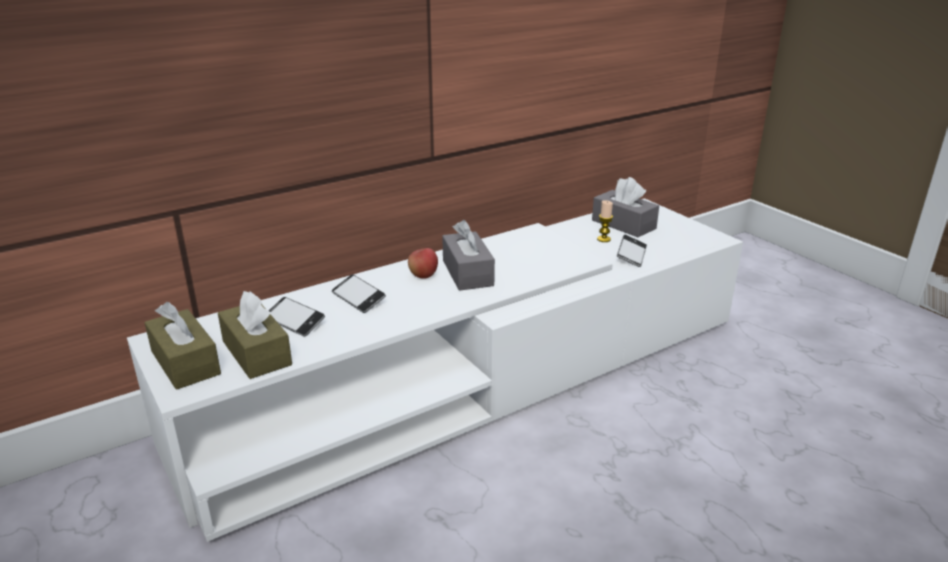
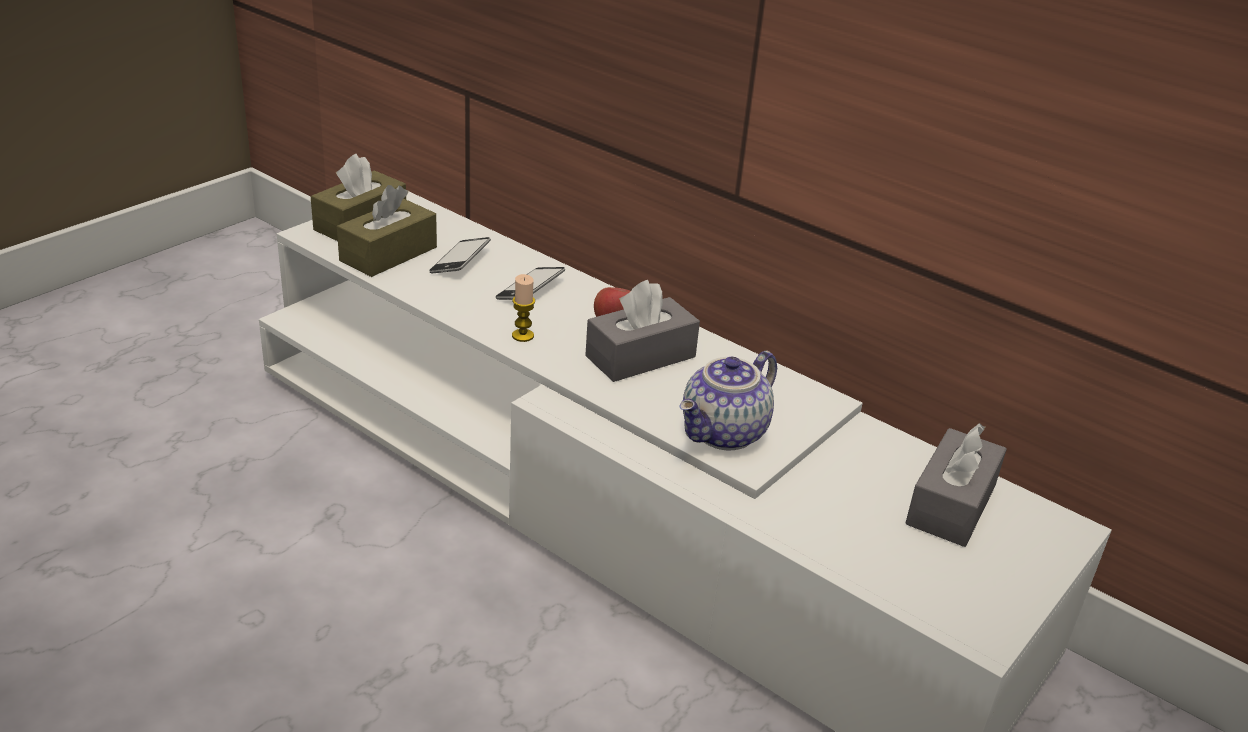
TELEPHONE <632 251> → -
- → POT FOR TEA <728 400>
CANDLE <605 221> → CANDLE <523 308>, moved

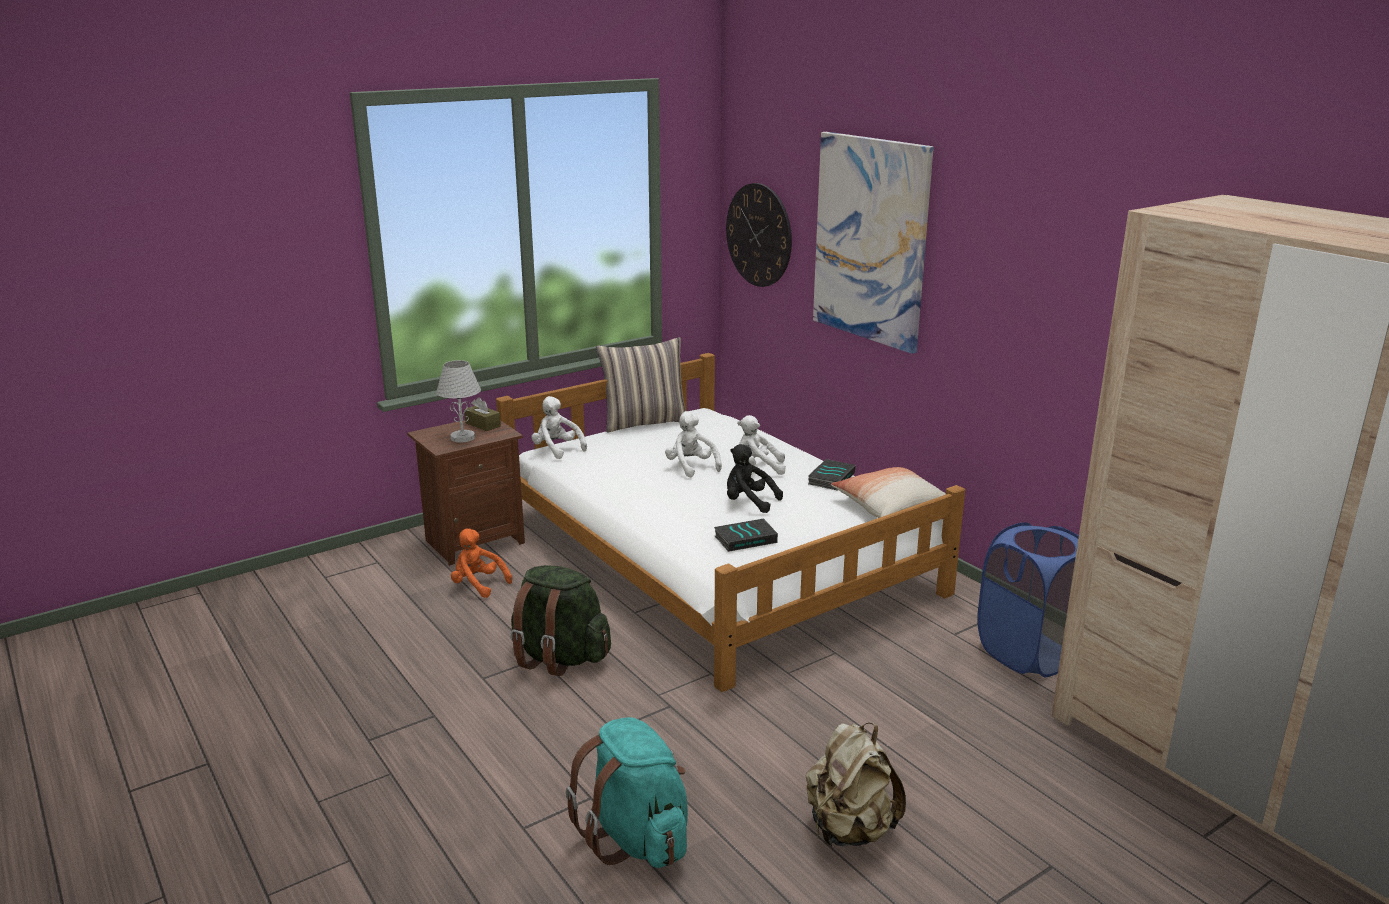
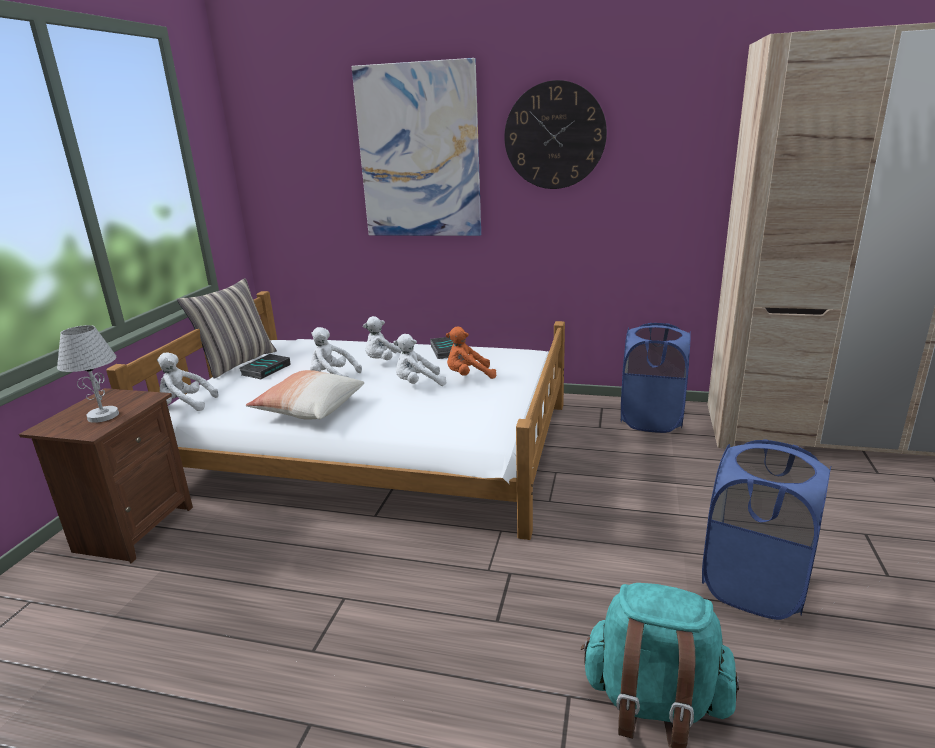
BROWNISH TISSUE HOLDER <482 414> → -
GREEN-COLOURED KNAPSACK <560 620> → -
ORANGE CUDDLY TOY <481 563> → ORANGE CUDDLY TOY <471 353>, moved
VOLUME <746 535> → VOLUME <265 366>, moved
CLOCK ON THE WALL <759 235> → CLOCK ON THE WALL <555 134>, moved
THROW PILLOW <888 492> → THROW PILLOW <305 394>, moved
SAND-COLOURED KNAPSACK <856 784> → BLUISH WASHING BASKET <766 529>
BLACKISH CUDDLY TOY <755 478> → WHITISH CUDDLY TOY <419 360>

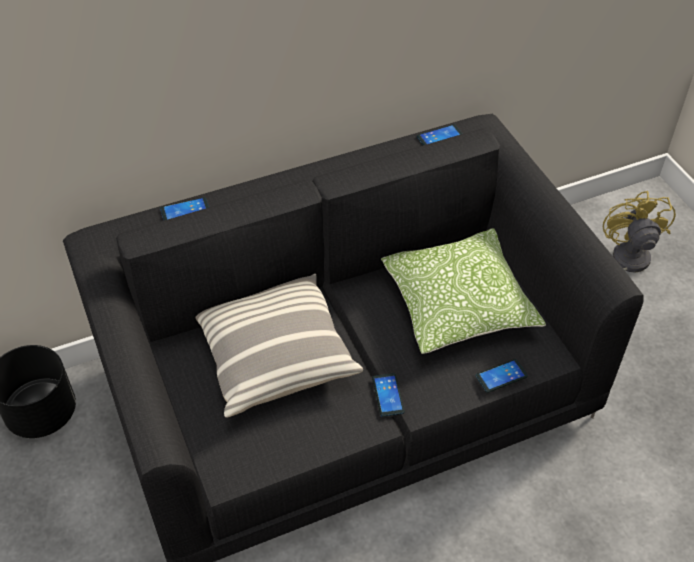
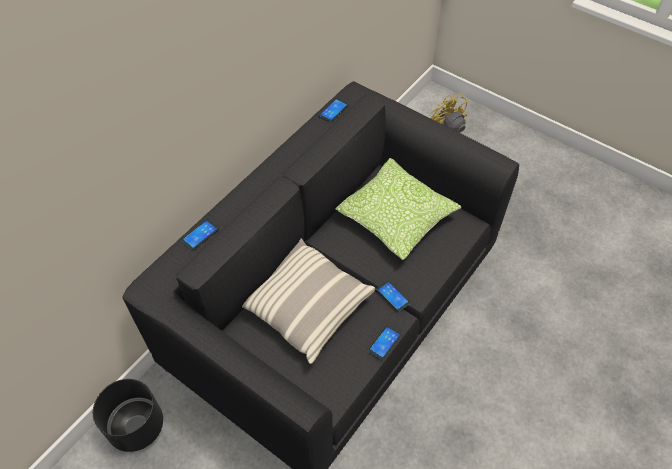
TELEPHONE <502 376> → TELEPHONE <385 342>, moved

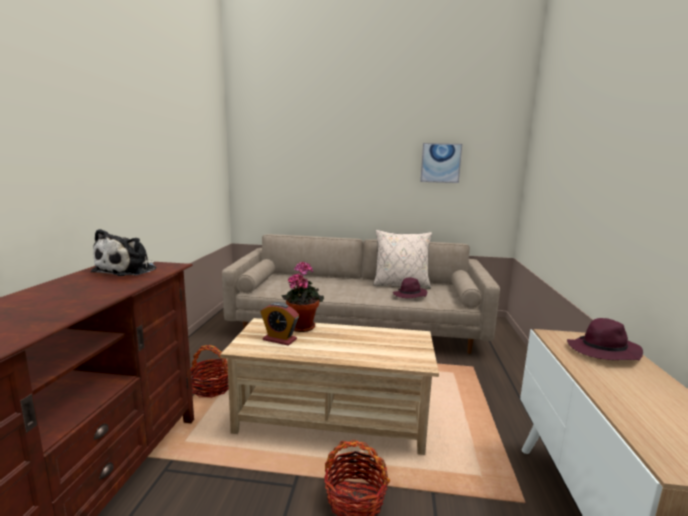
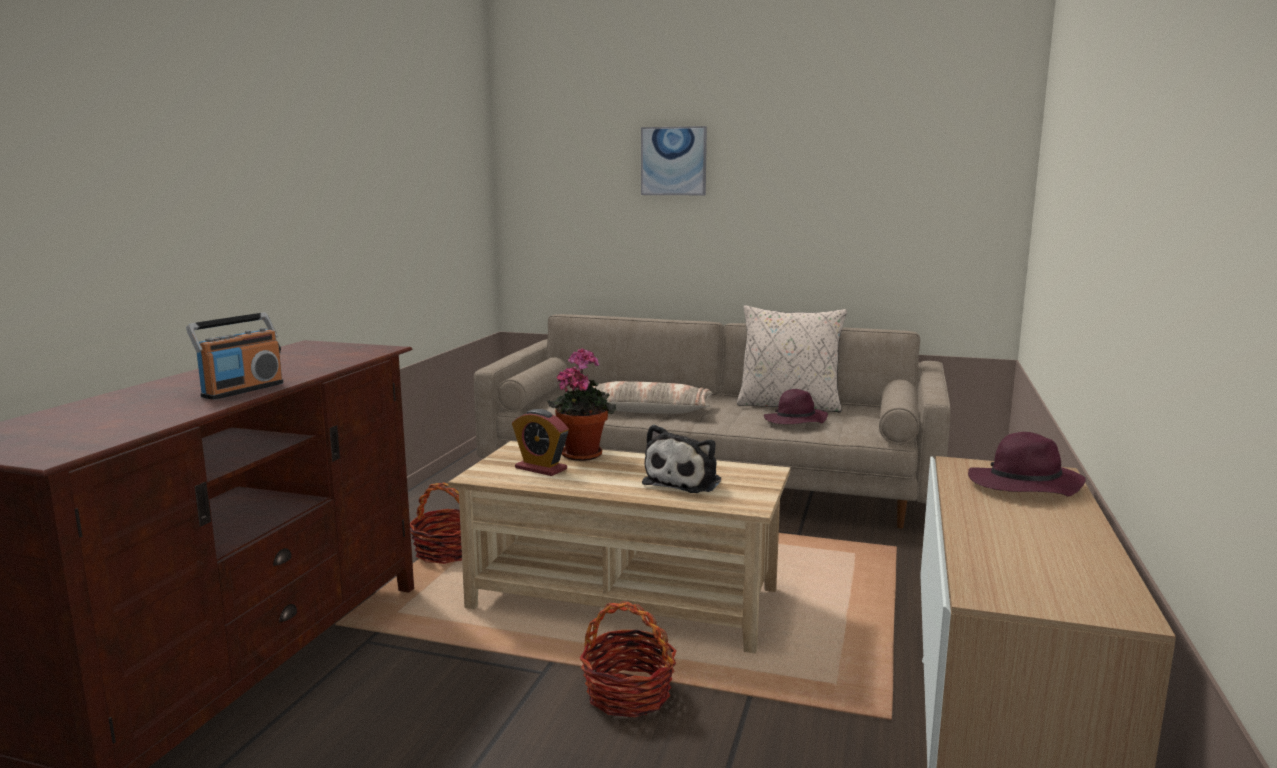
- → RADIO RECEIVER <235 356>
- → THROW PILLOW <652 397>
CUDDLY TOY <123 252> → CUDDLY TOY <681 459>, moved
WALL ART <441 163> → WALL ART <674 160>, moved

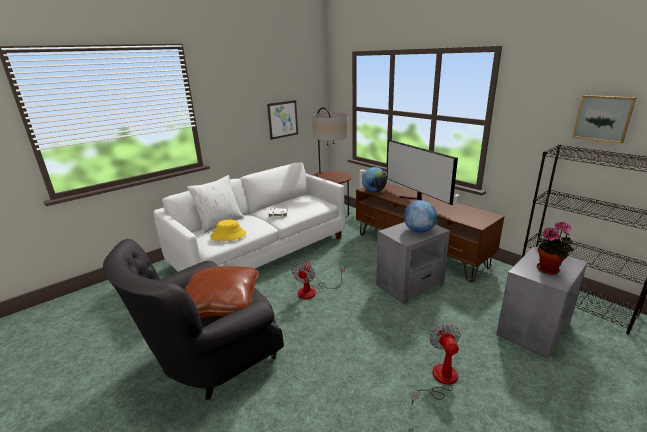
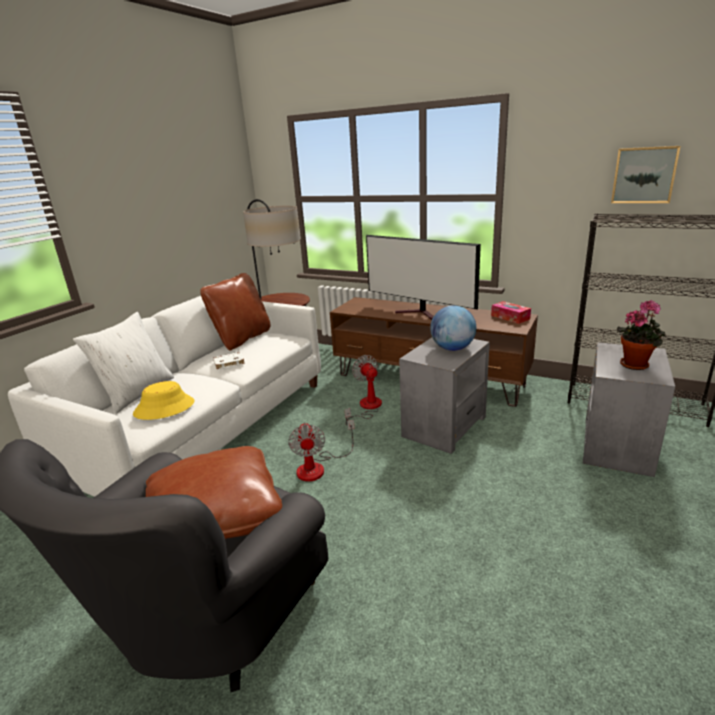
WALL ART <282 120> → -
GLOBE <374 179> → -
- → BROWNISH THROW PILLOW <235 312>
- → TISSUE HOLDER <511 312>
COOLING FAN <436 364> → COOLING FAN <363 390>, moved

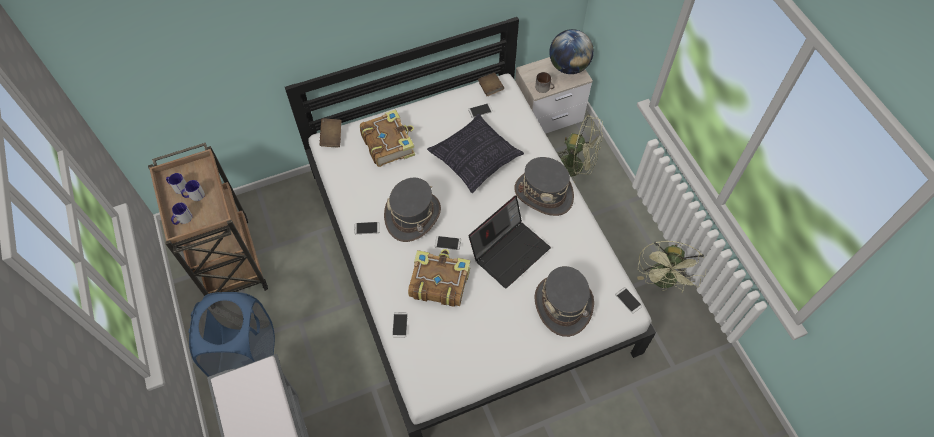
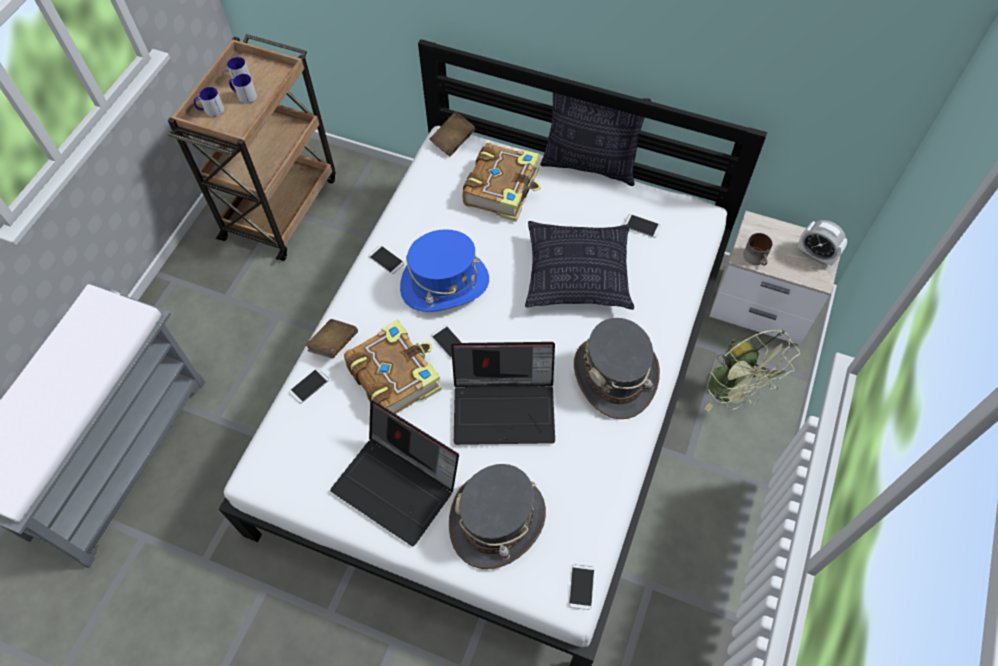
BLUISH WASHING BASKET <232 334> → -
GREEN-COLOURED COOLING FAN <671 267> → -
- → NOTEBOOK COMPUTER <394 473>
- → THROW PILLOW <595 139>
BROWNISH VOLUME <491 84> → BROWNISH VOLUME <332 338>, moved
GLOBE <571 51> → TABLE CLOCK <822 243>
GRAY CLOTHING HAT <412 209> → BLUISH CLOTHING HAT <444 270>

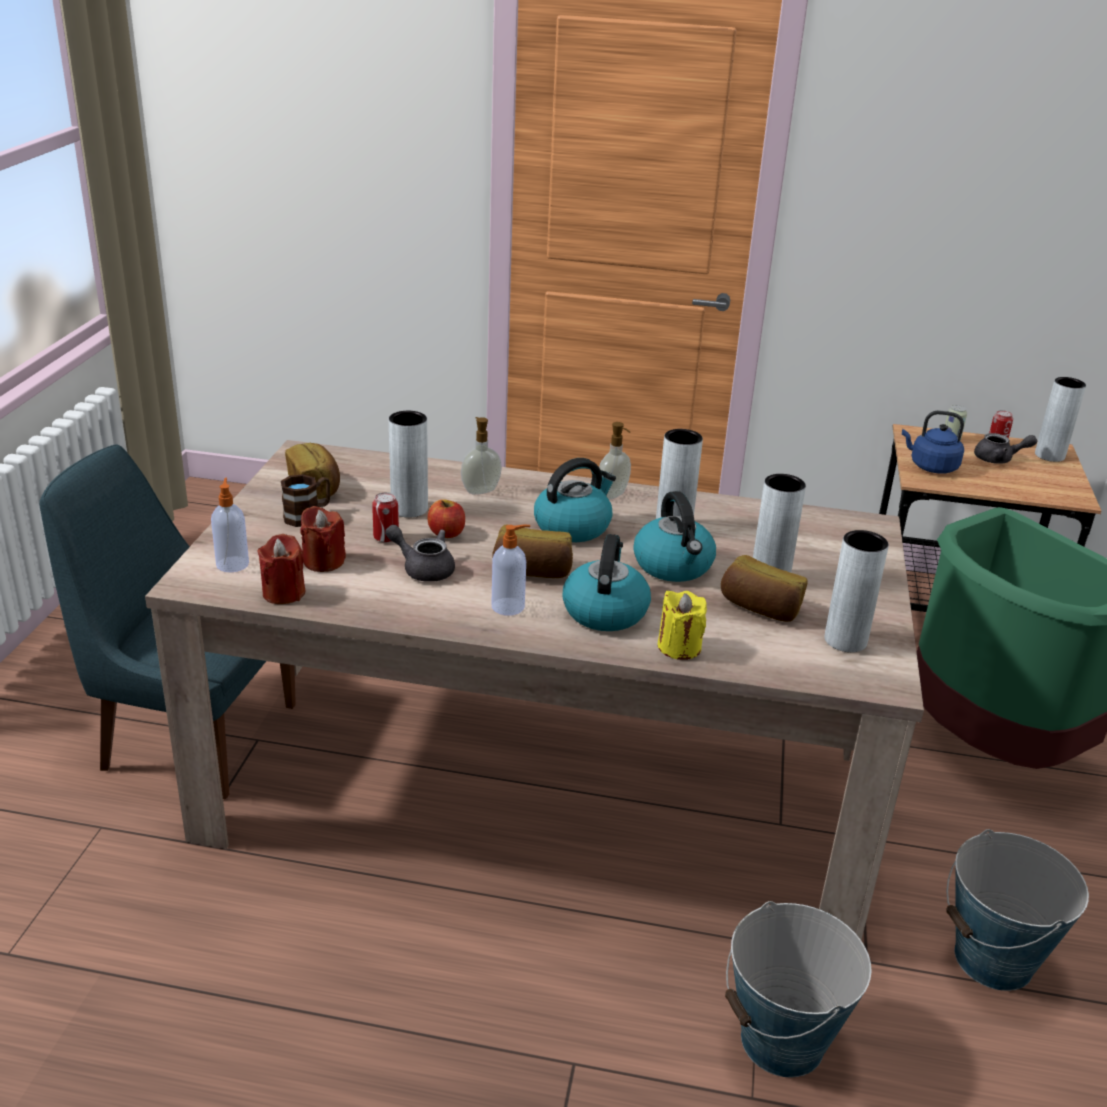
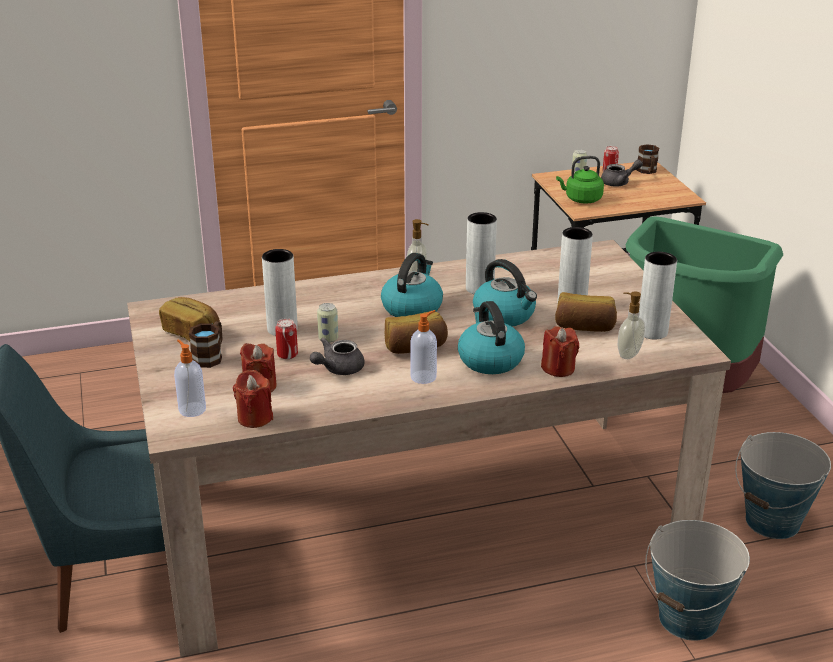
SOAP DISPENSER <481 456> → SOAP DISPENSER <631 325>, moved
WHOLE APPLE <446 518> → METAL CAN <327 323>
GRAY FLOWER VASE <1060 419> → BROWNISH COFFEE MUG <648 159>
YELLOW CANDLE <682 625> → RED CANDLE <560 351>
BLUISH KETTLE <933 442> → GREEN-COLOURED KETTLE <580 179>
GRAY POT FOR TEA <420 553> → GRAY POT FOR TEA <337 356>, 45 degrees counterclockwise

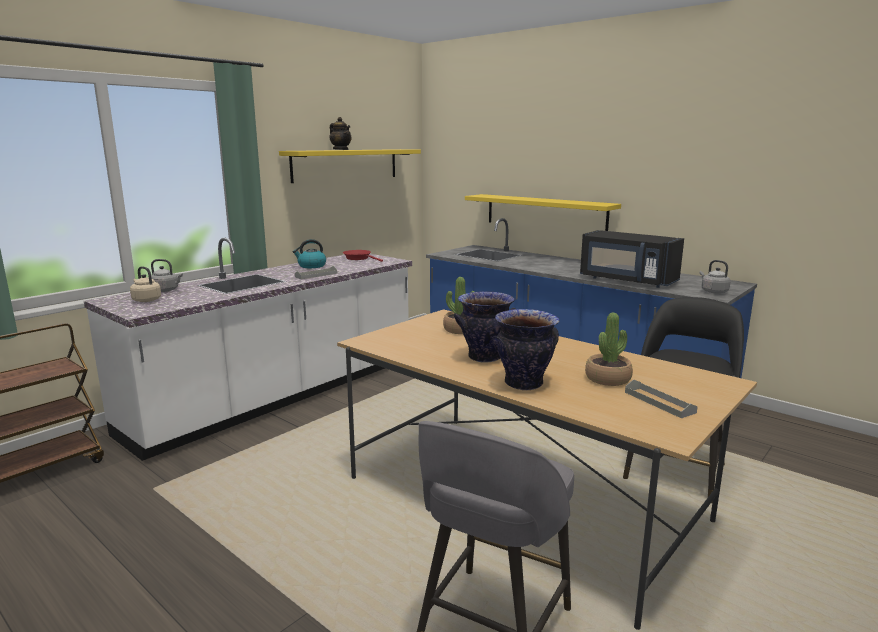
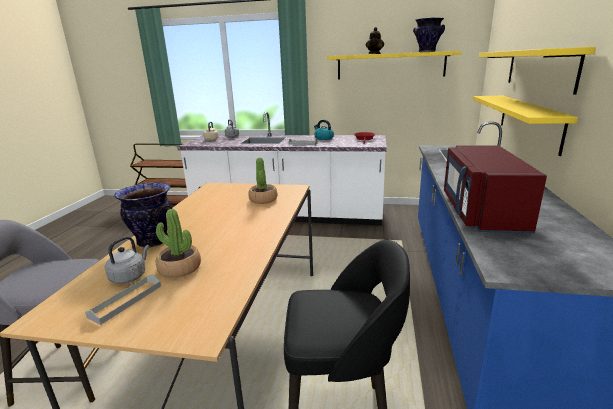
- → YELLOW BRACKET SHELF <537 71>
FLOWER VASE <485 326> → FLOWER VASE <429 35>, moved
GRAY KETTLE <715 277> → GRAY KETTLE <127 260>, moved
BLACKISH KITCHEN MICROWAVE <632 259> → RED KITCHEN MICROWAVE <495 189>

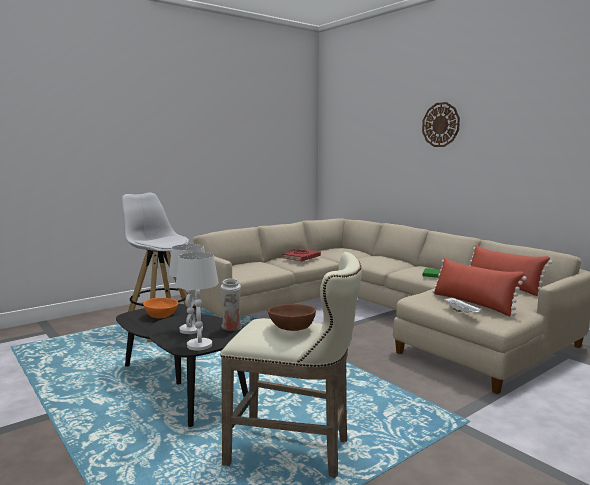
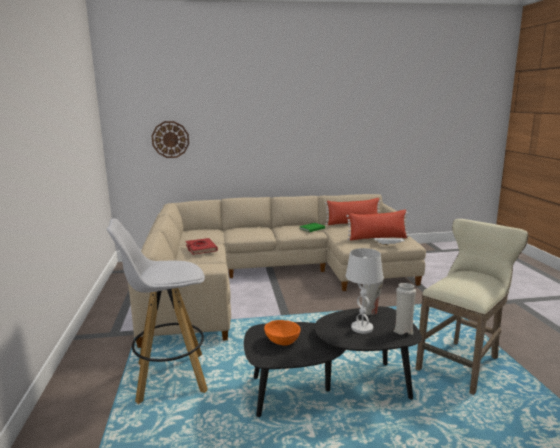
BROWNISH BOWL <292 317> → -
CLOCK ON THE WALL <441 124> → CLOCK ON THE WALL <170 139>, moved
WHITISH TABLE LAMP <197 301> → WHITISH FLOWER VASE <405 309>

